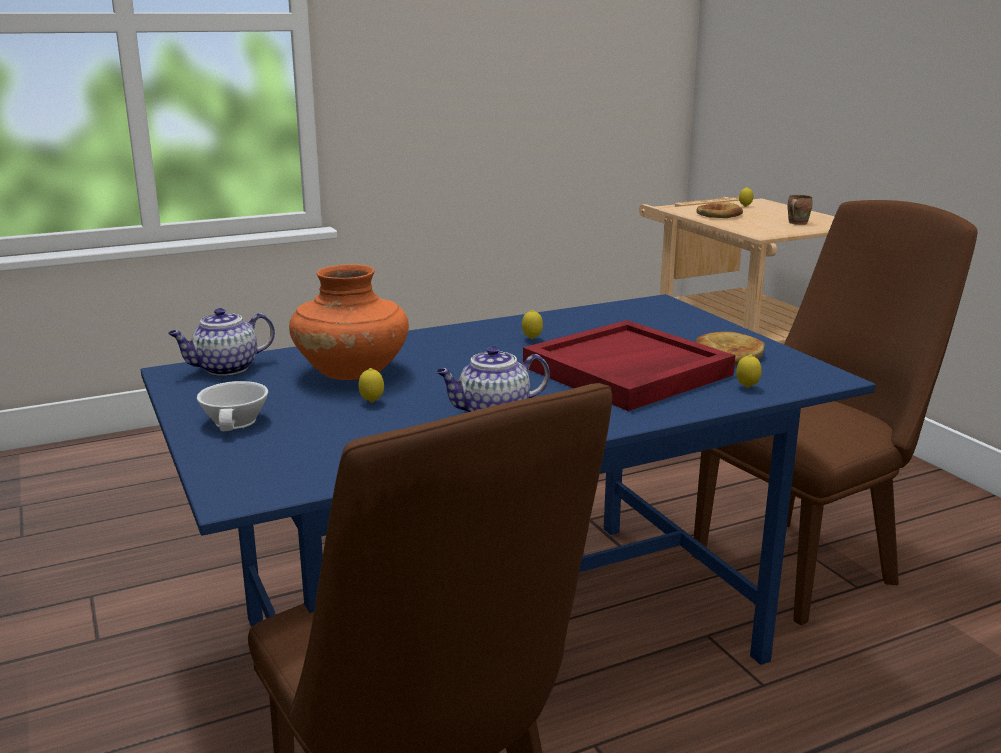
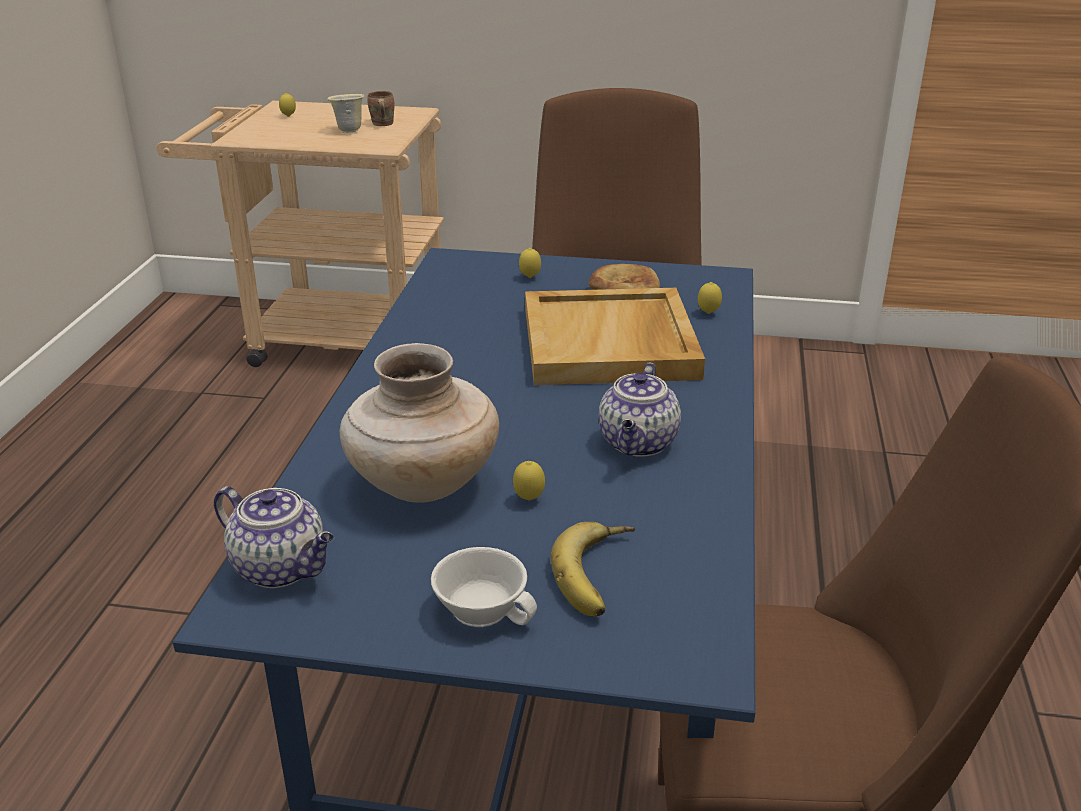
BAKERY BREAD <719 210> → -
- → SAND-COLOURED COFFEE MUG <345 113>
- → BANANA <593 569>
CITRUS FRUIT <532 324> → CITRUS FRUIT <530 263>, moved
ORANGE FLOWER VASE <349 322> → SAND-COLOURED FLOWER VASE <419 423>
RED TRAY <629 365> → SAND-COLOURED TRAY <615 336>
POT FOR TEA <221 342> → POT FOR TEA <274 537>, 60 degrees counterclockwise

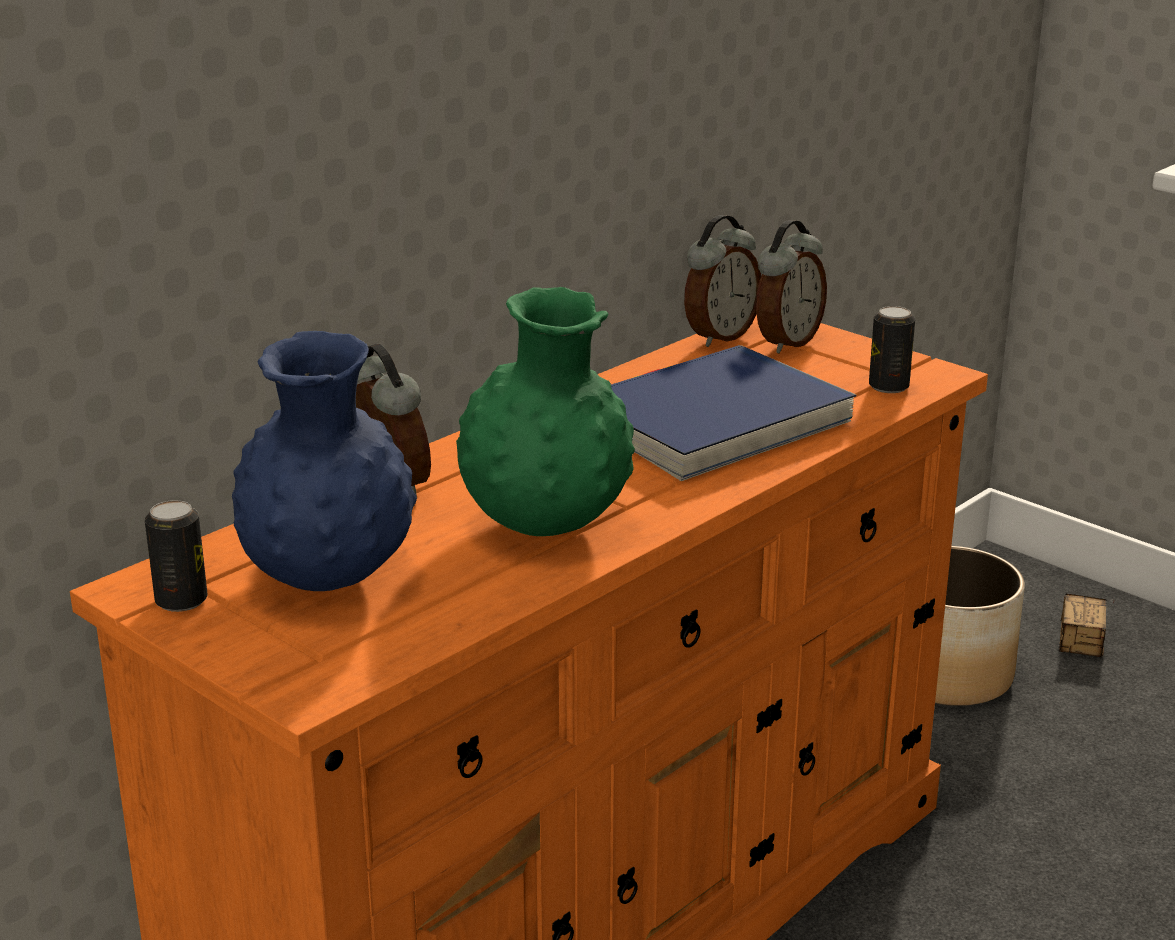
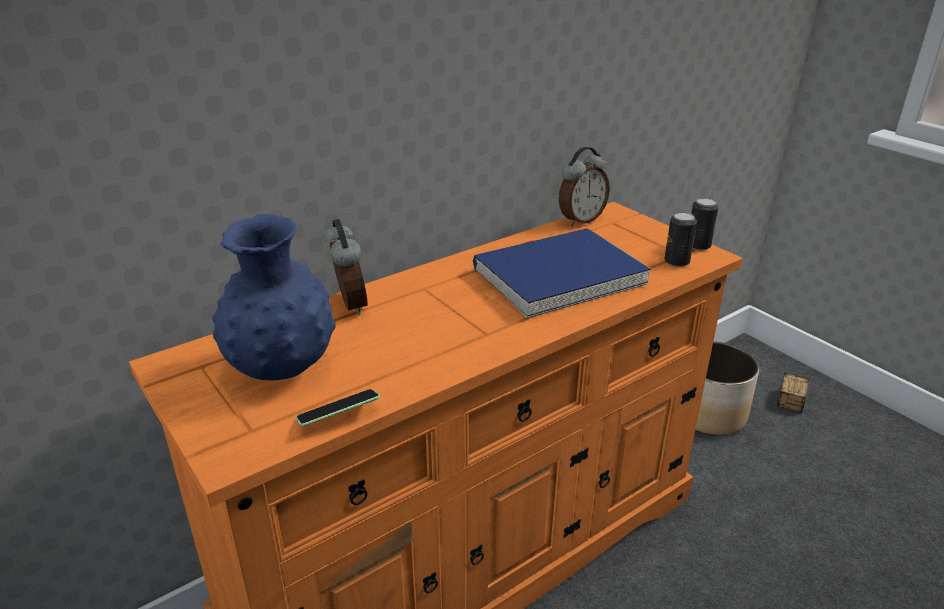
GREEN-COLOURED FLOWER VASE <545 411> → -
TABLE CLOCK <791 287> → -
- → TELEPHONE <338 407>
METAL CAN <176 556> → METAL CAN <705 224>, moved

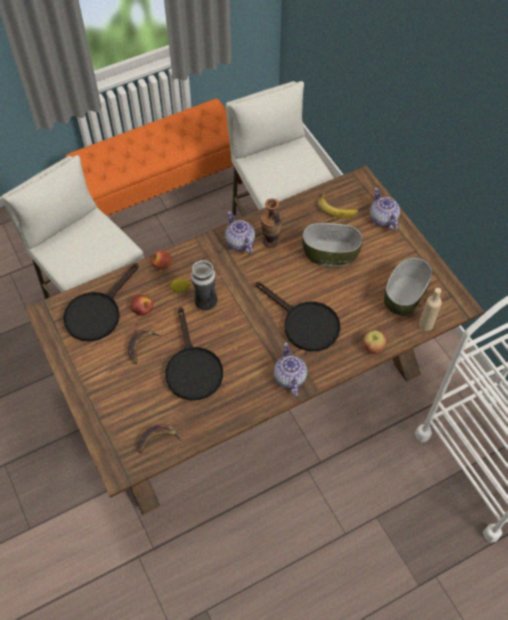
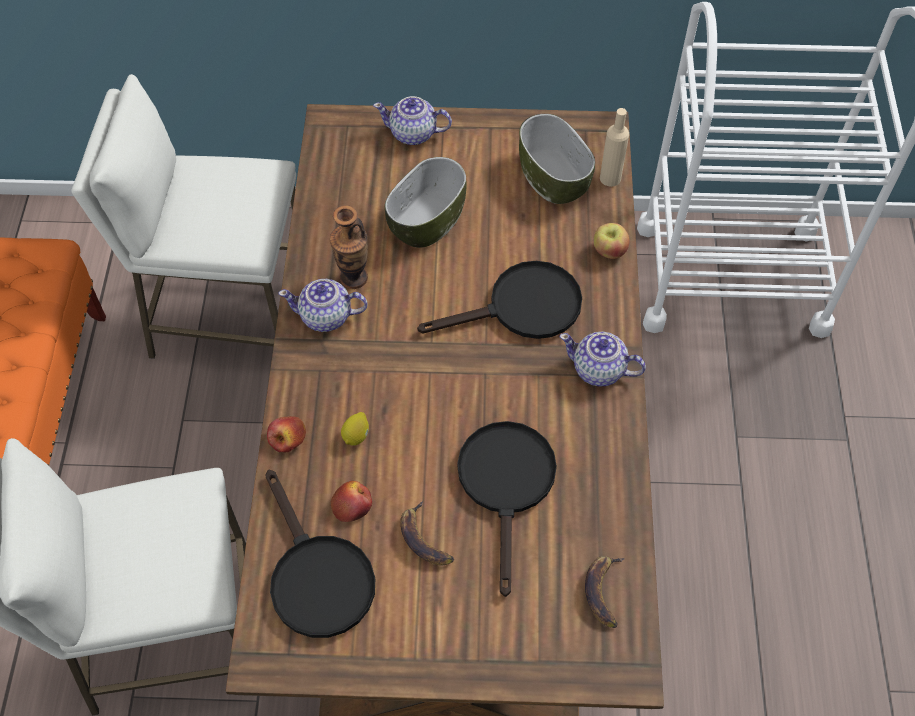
FLOWER VASE <204 285> → -
BANANA <337 205> → -
BLACKISH FRYING PAN <194 353> → BLACKISH FRYING PAN <507 509>, 105 degrees counterclockwise

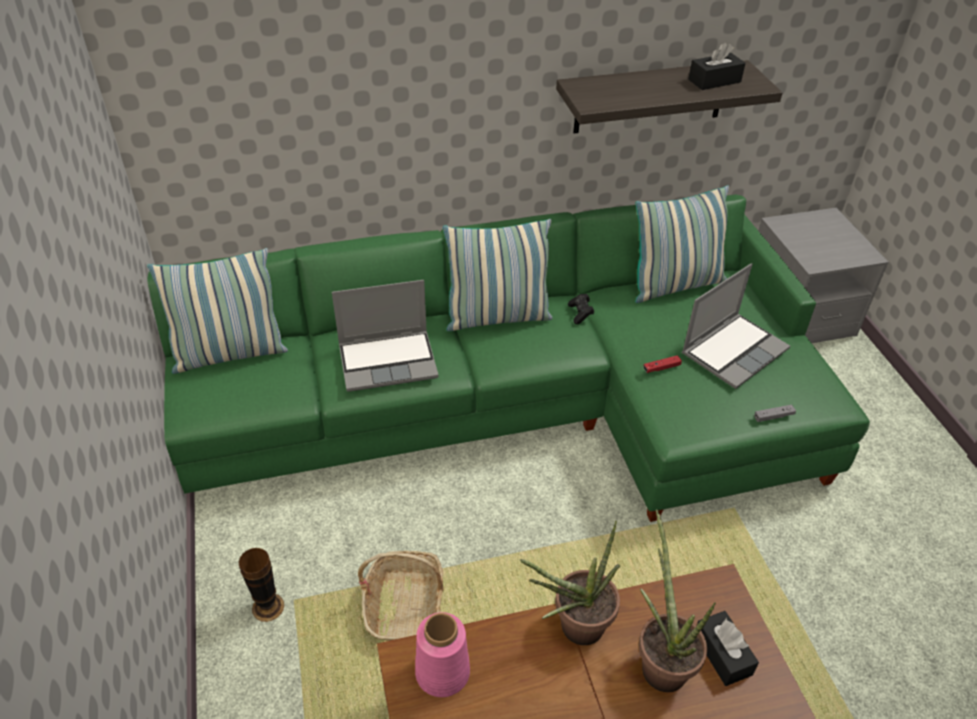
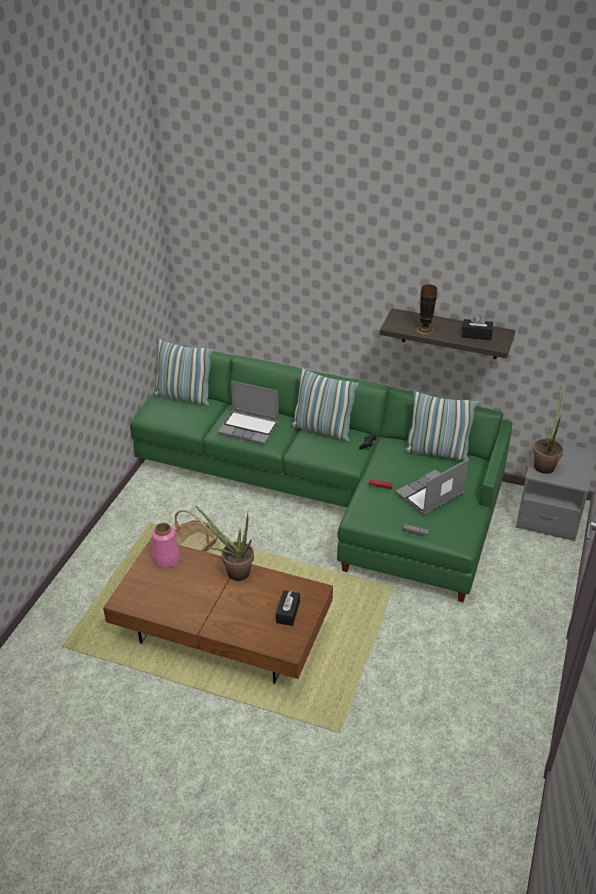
FLOWER VASE <261 585> → FLOWER VASE <426 309>, moved
HOUSEPLANT <677 600> → HOUSEPLANT <548 430>, moved
NOTEBOOK COMPUTER <736 326> → NOTEBOOK COMPUTER <432 487>, 150 degrees clockwise

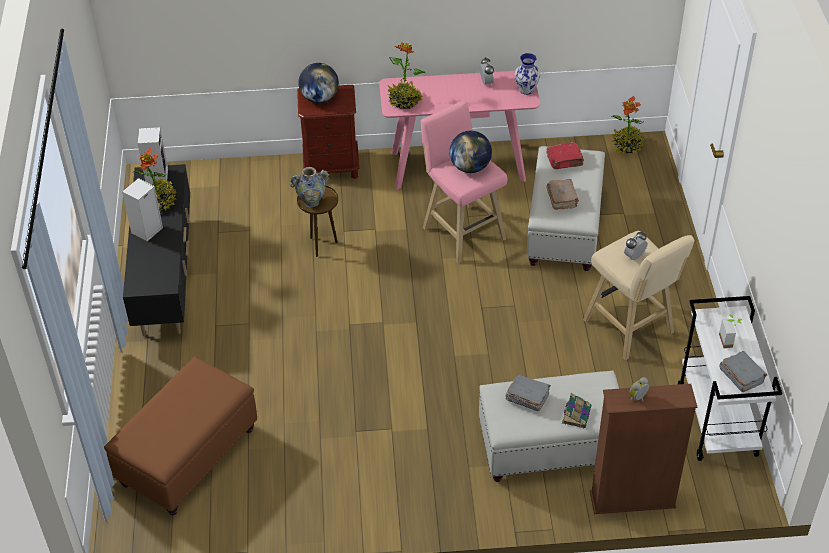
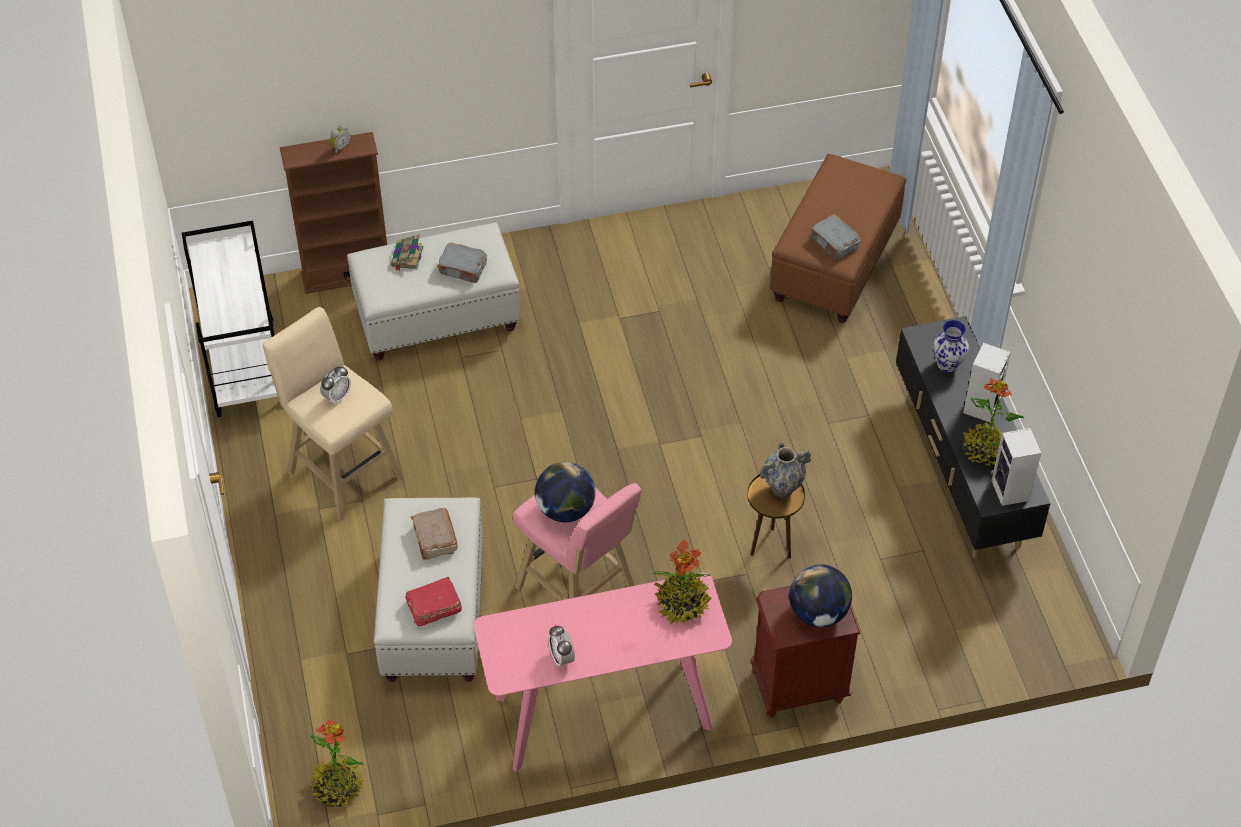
HOUSEPLANT <731 331> → -
FLOWER VASE <527 74> → FLOWER VASE <951 346>, moved
GRAY VOLUME <743 371> → GRAY VOLUME <835 237>, moved

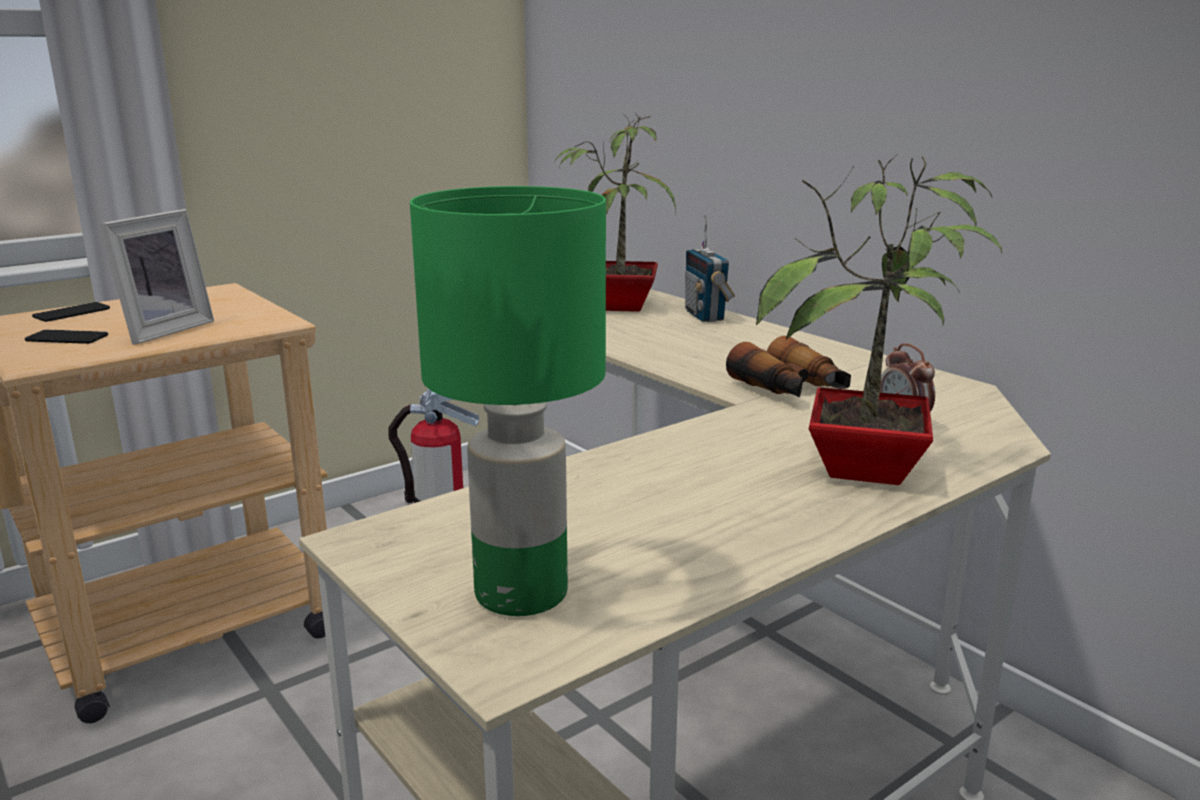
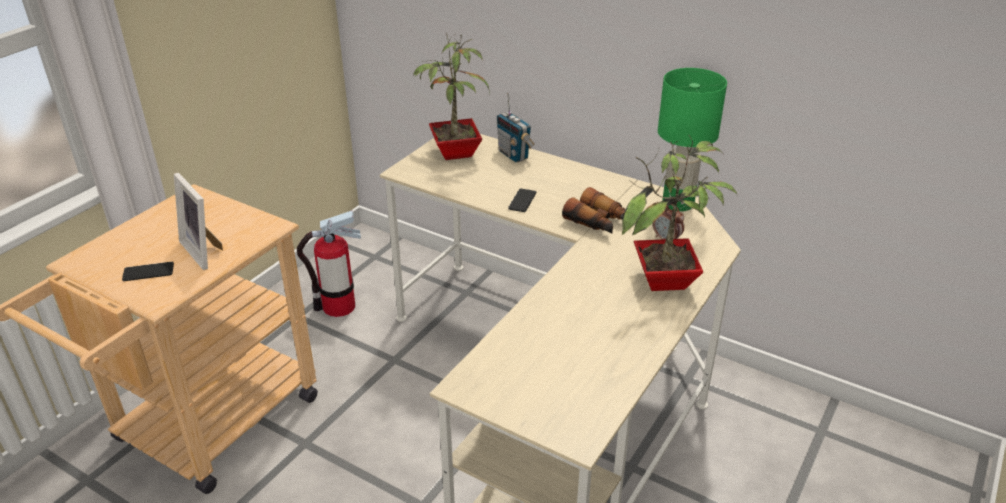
TELEPHONE <71 312> → TELEPHONE <522 200>, moved
GREEN-COLOURED TABLE LAMP <508 401> → GREEN-COLOURED TABLE LAMP <692 139>, moved
STANDING FRAME <156 277> → STANDING FRAME <198 221>, 135 degrees clockwise

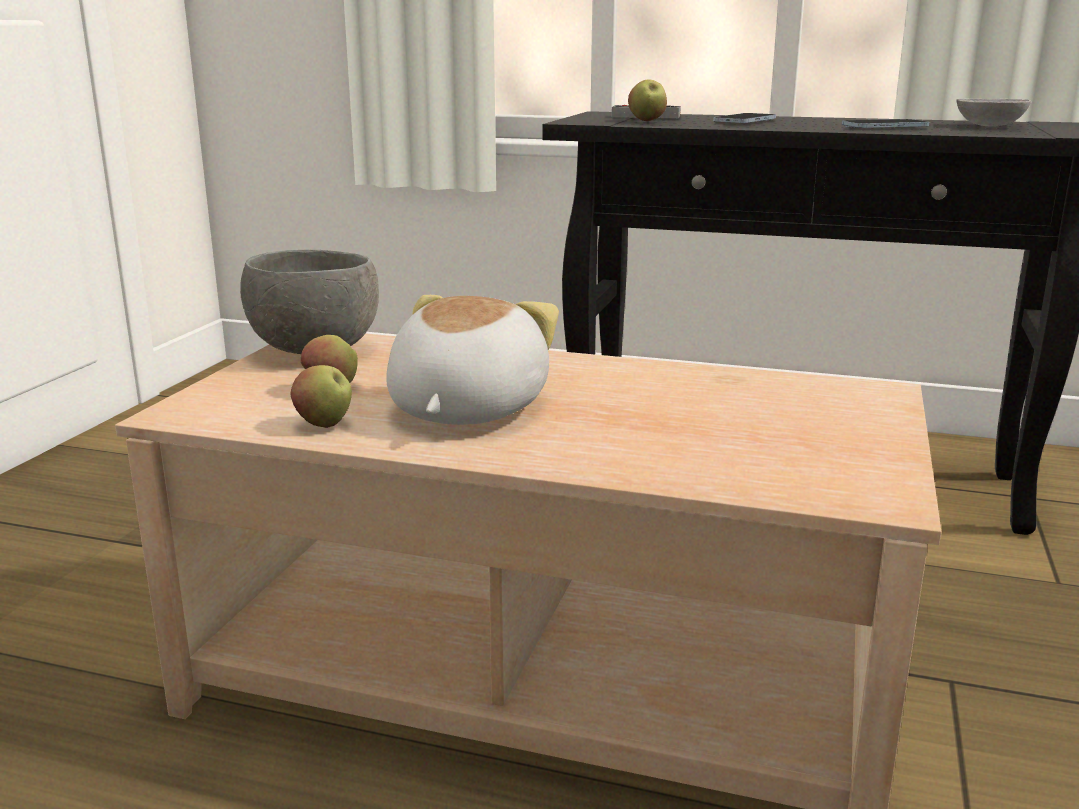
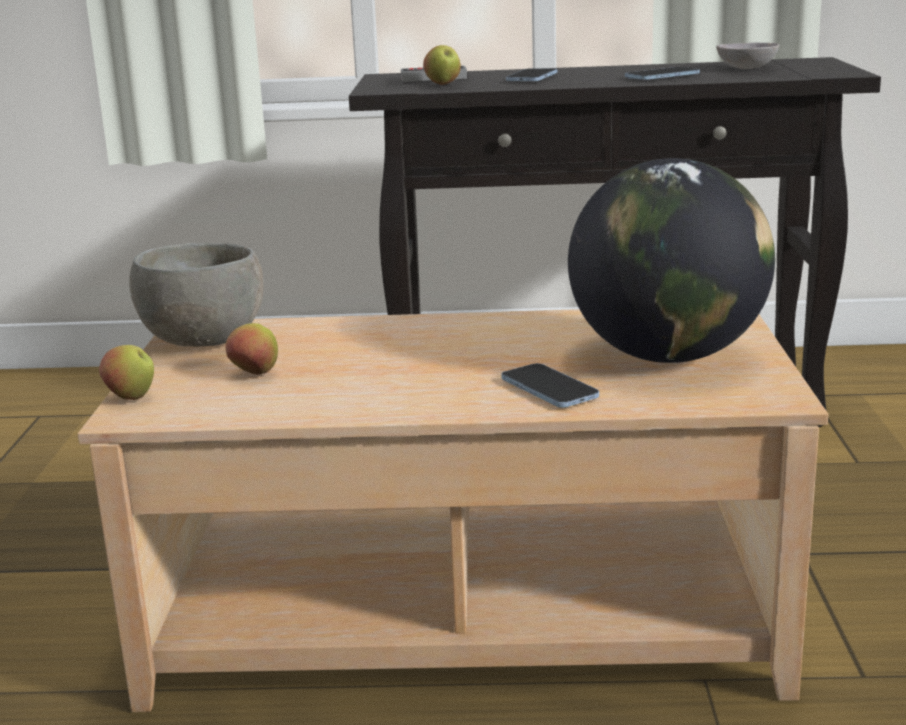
CUDDLY TOY <472 360> → -
- → TELEPHONE <550 385>
- → GLOBE <671 260>
WHOLE APPLE <321 396> → WHOLE APPLE <126 372>, moved

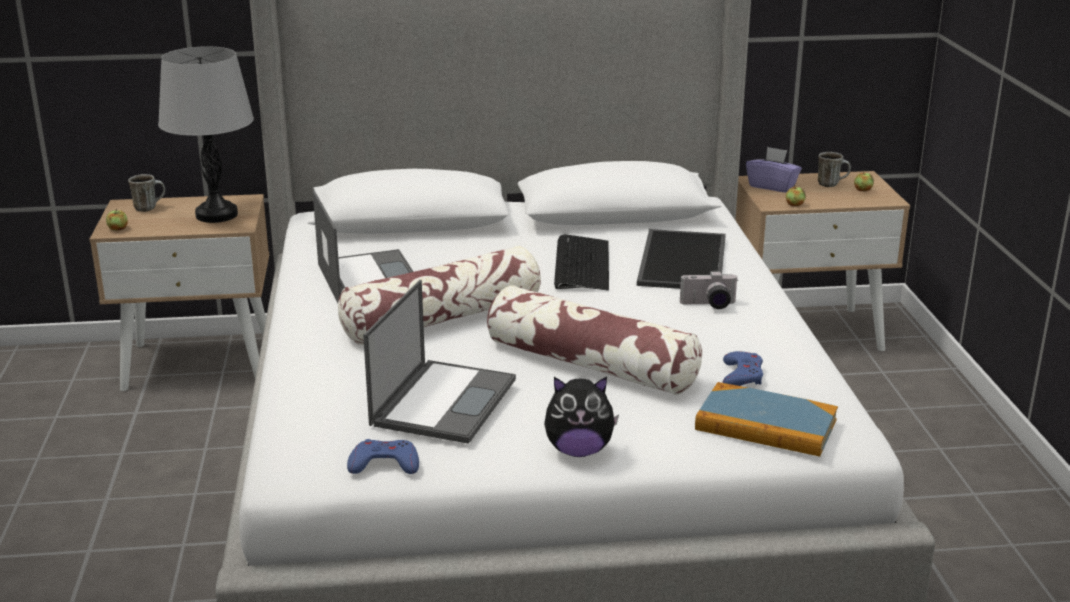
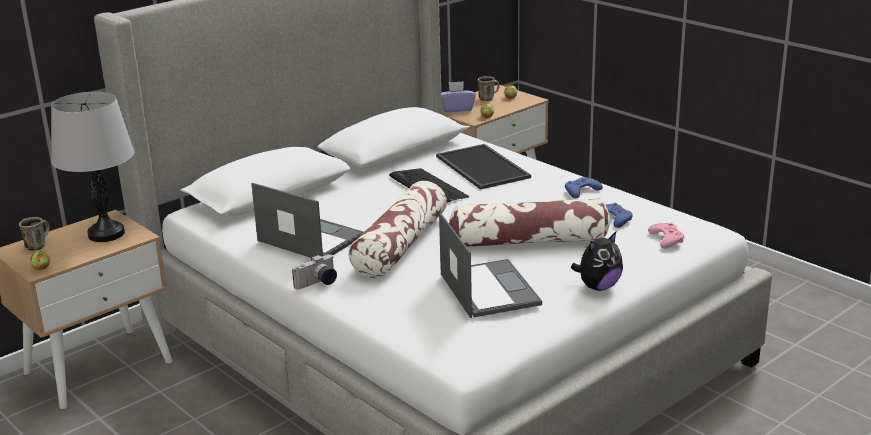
BLUISH JOYPAD <383 456> → BLUISH JOYPAD <584 187>, moved
PHOTO CAMERA <709 290> → PHOTO CAMERA <314 272>, moved
VOLUME <766 419> → PINK-COLOURED JOYPAD <666 235>

